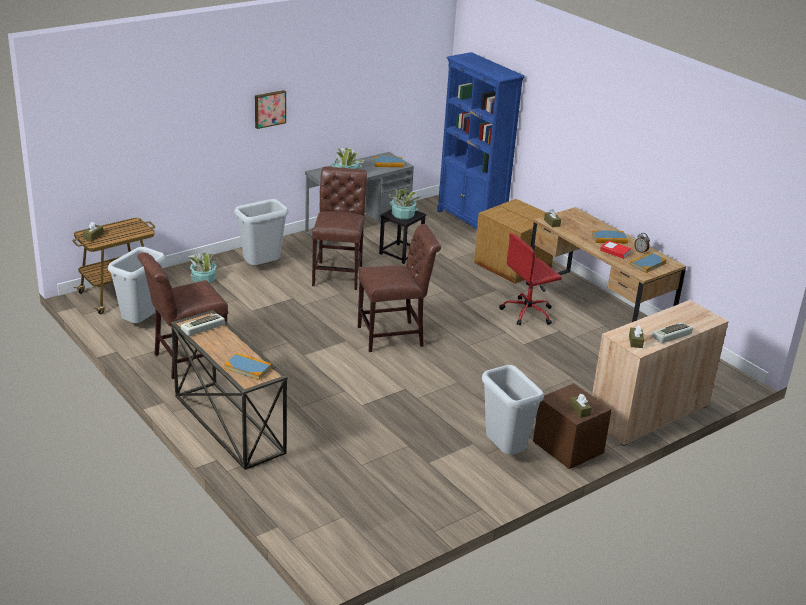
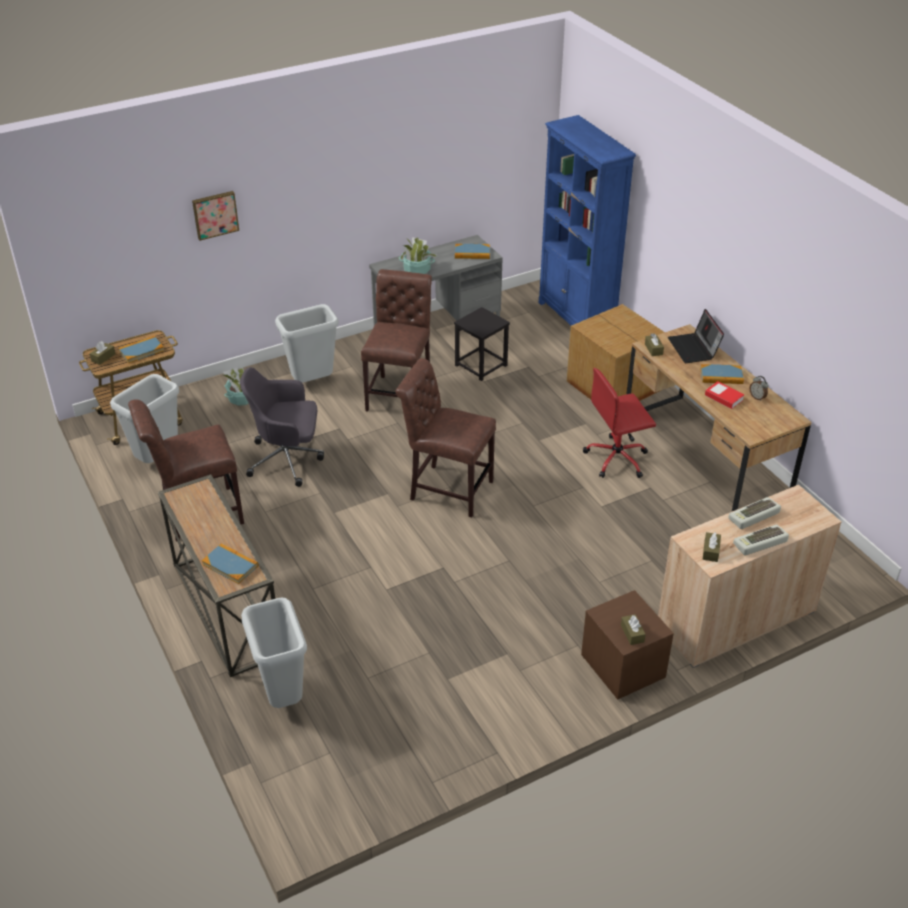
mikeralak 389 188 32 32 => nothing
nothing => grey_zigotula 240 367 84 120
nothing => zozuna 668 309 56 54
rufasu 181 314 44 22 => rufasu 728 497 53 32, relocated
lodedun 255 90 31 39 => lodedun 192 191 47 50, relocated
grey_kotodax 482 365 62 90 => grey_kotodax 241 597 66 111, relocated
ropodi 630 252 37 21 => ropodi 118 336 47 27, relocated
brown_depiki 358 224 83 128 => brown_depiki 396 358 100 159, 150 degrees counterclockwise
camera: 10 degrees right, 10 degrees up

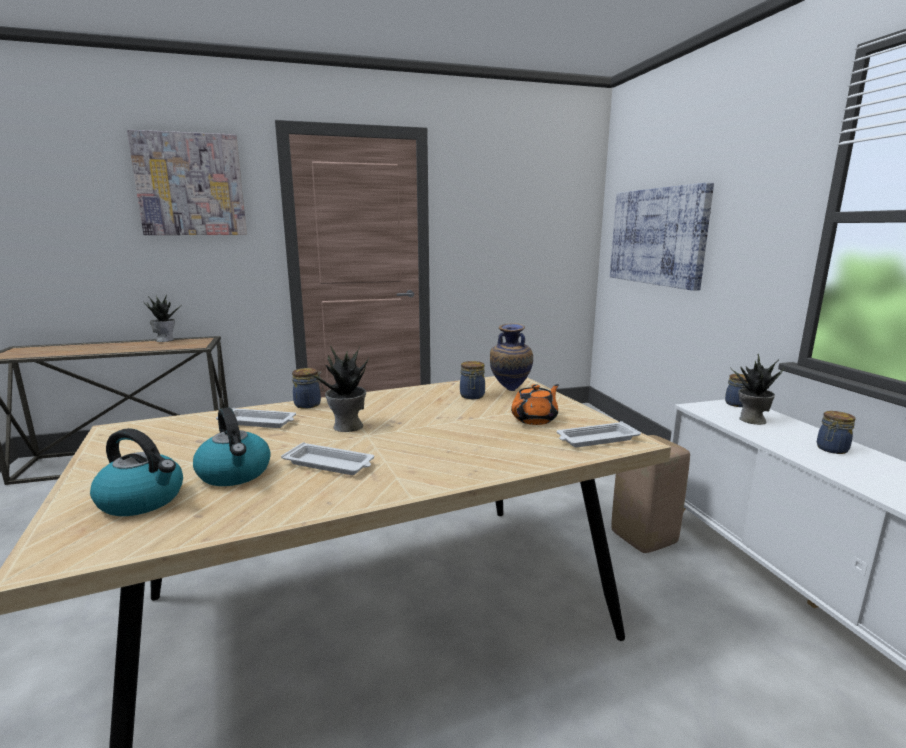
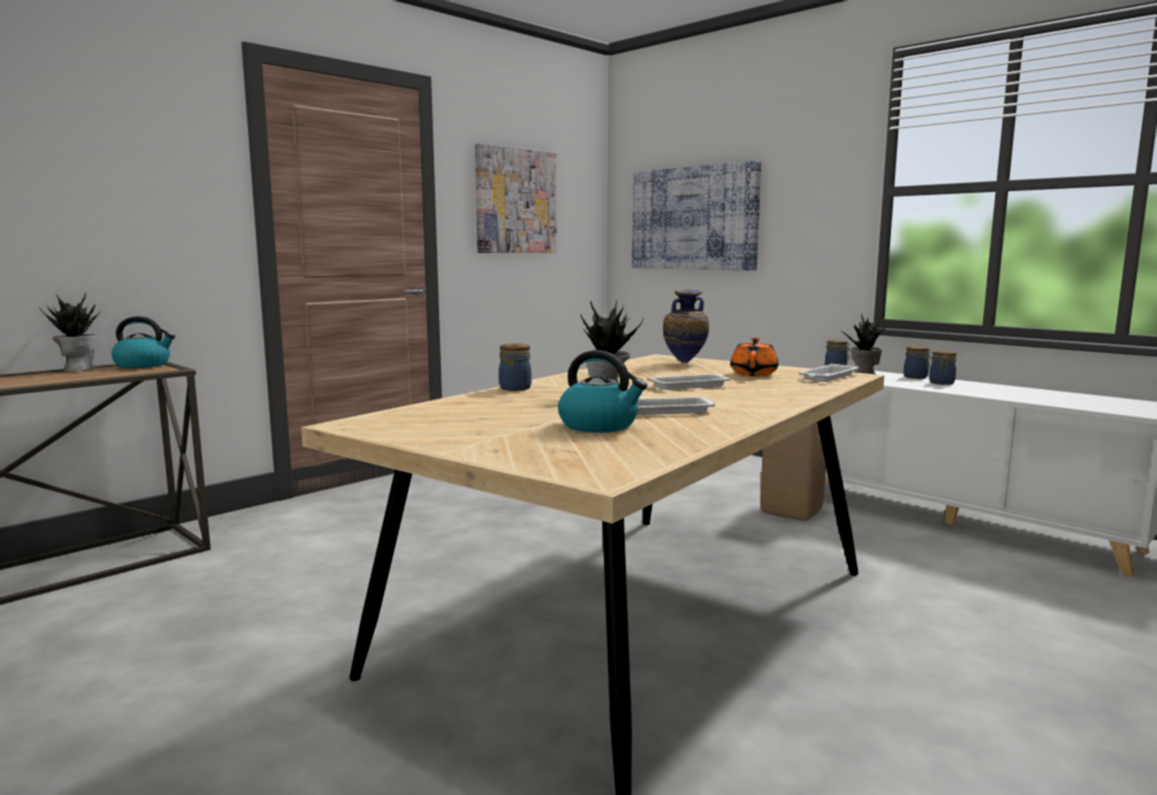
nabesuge 90 428 93 88 => nabesuge 111 316 64 52, relocated
lodedun 127 130 120 105 => lodedun 475 143 82 110, relocated
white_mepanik 216 407 80 21 => white_mepanik 647 374 84 16, relocated
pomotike 460 361 25 38 => pomotike 904 346 26 33, relocated
camera: 30 degrees left, 5 degrees down

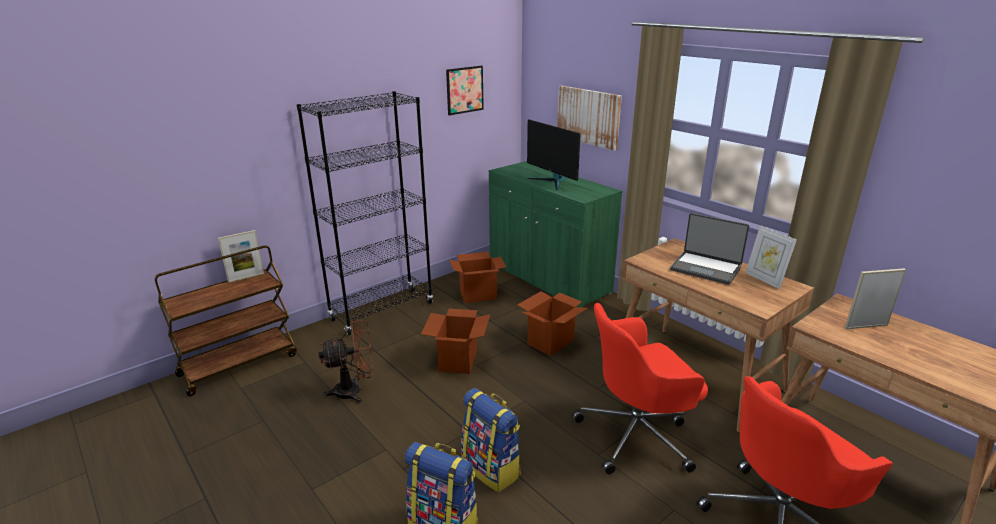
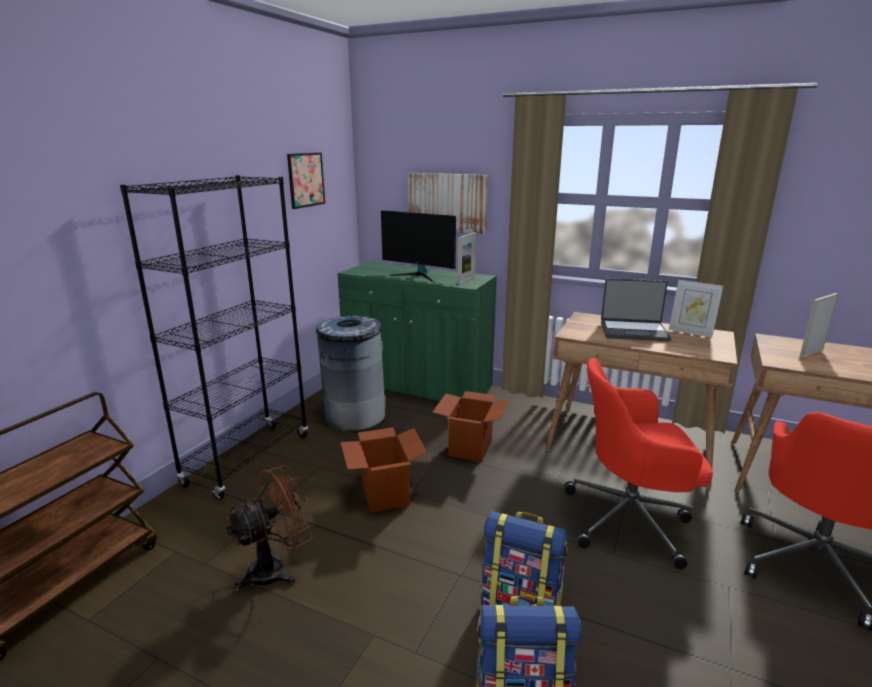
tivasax 218 230 46 53 => tivasax 457 233 19 51, relocated
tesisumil 449 252 57 51 => grey_kotodax 316 316 70 115
red_zigotula 572 303 136 171 => red_zigotula 564 358 149 212, 45 degrees clockwise
camera: 25 degrees left, 5 degrees down

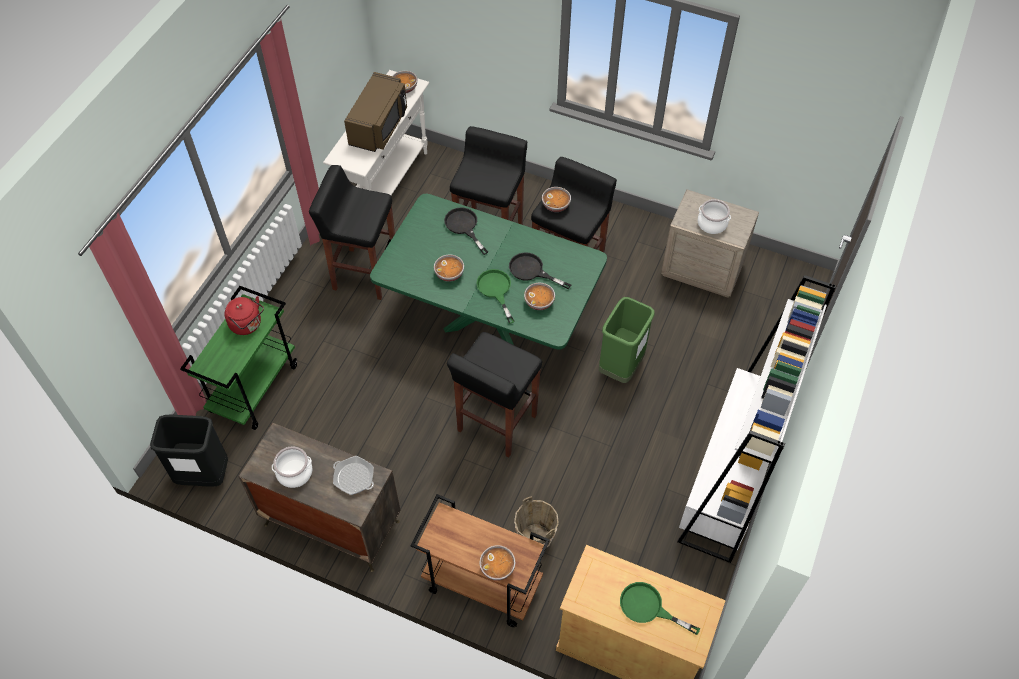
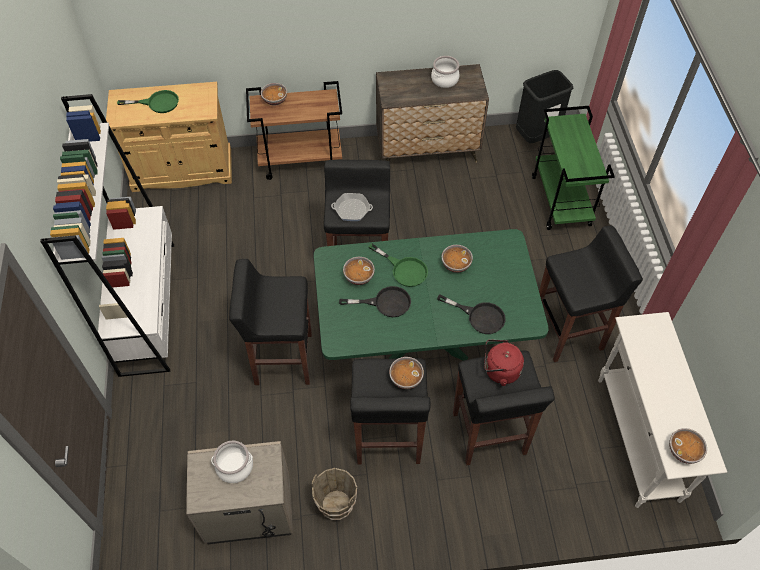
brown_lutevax 344 72 63 80 => nothing
red_nabesuge 224 296 40 39 => red_nabesuge 484 339 40 47, relocated
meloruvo 333 456 41 39 => meloruvo 331 193 42 28, relocated
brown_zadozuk 514 496 45 51 => brown_zadozuk 311 468 46 52, relocated
green_kotodax 599 297 56 86 => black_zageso 229 259 83 126
camera: 150 degrees right, 0 degrees up

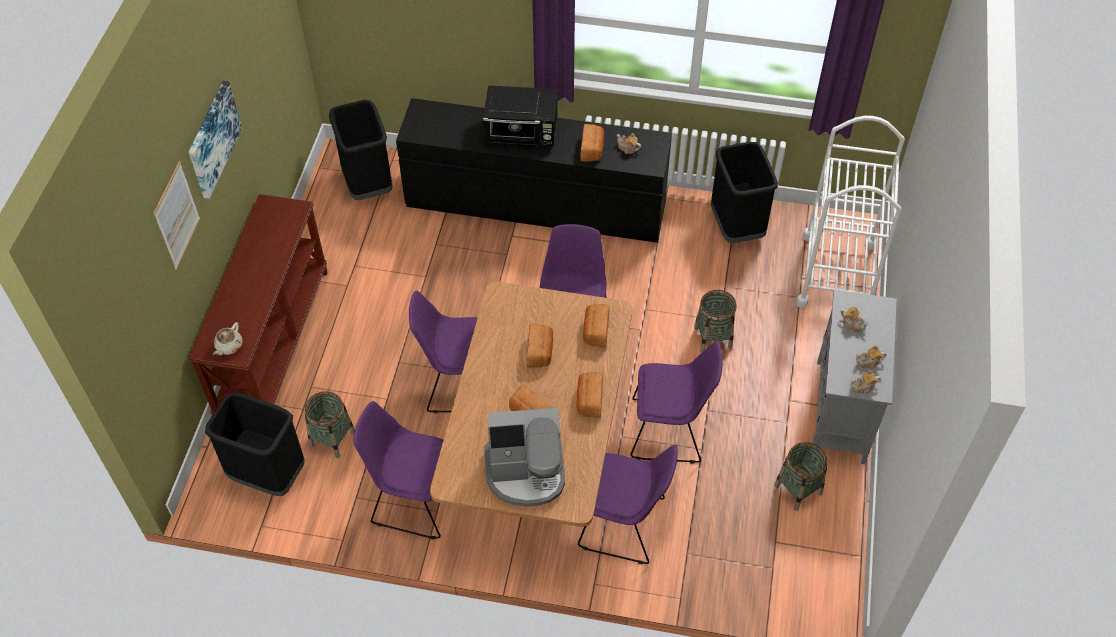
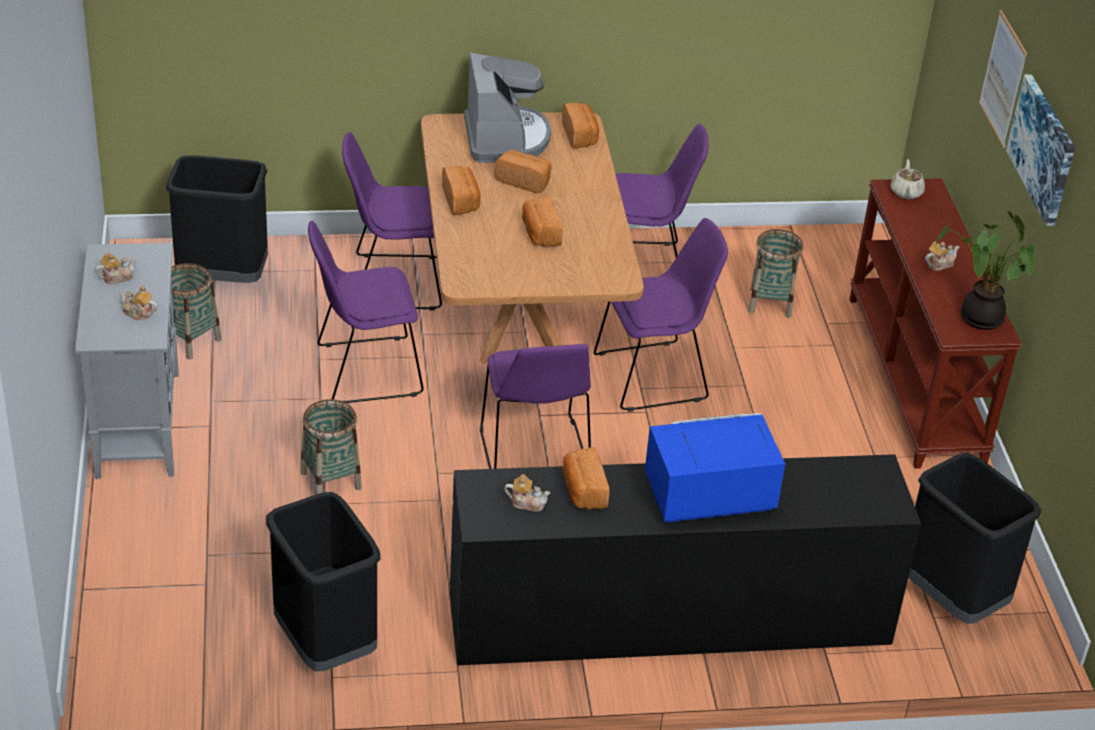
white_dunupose 796 116 109 192 => nothing
nothing => mikeralak 934 211 101 119
black_kotodax 205 393 100 103 => black_kotodax 166 155 102 128, relocated
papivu 583 304 27 43 => papivu 562 103 37 46, relocated
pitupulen 850 370 31 24 => pitupulen 925 241 35 30, relocated
black_lutevax 483 85 75 61 => blue_lutevax 645 413 140 110
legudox 484 408 81 99 => legudox 464 53 87 110, 105 degrees clockwise
camera: 160 degrees right, 15 degrees down

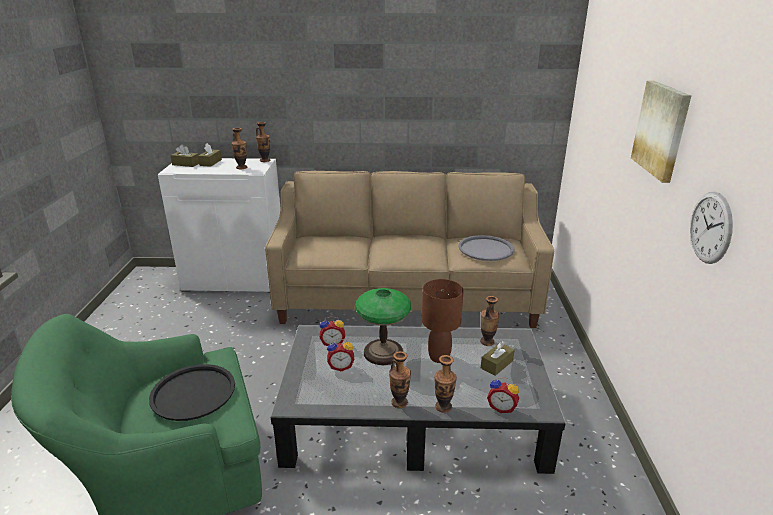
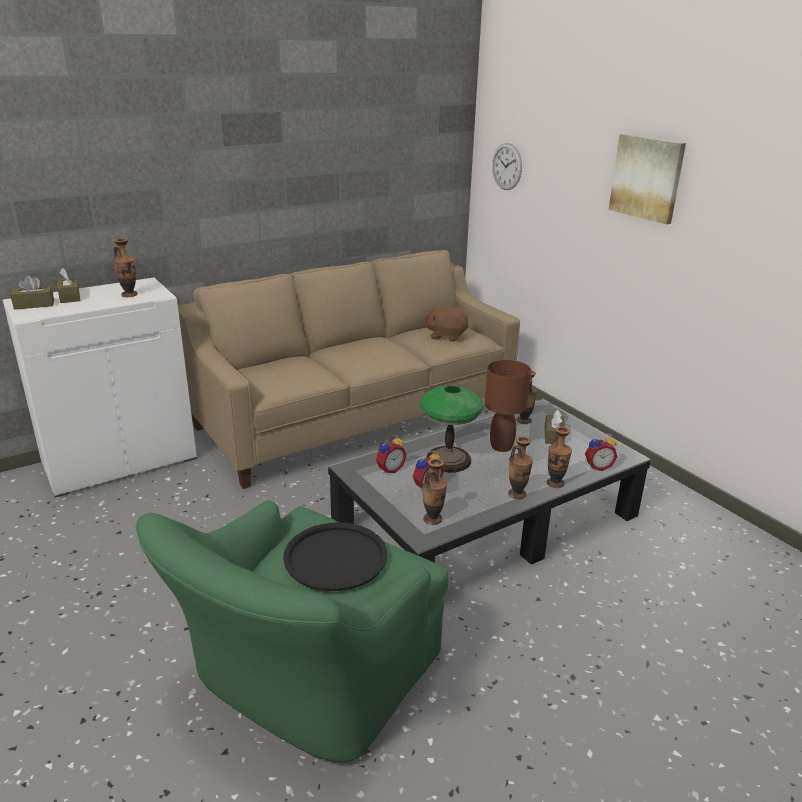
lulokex 256 122 14 40 => lulokex 422 458 25 67, relocated
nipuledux 690 192 43 72 => nipuledux 492 143 30 47, relocated
grey_mepanik 458 235 56 26 => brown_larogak 423 305 46 37
camera: 35 degrees left, 0 degrees up

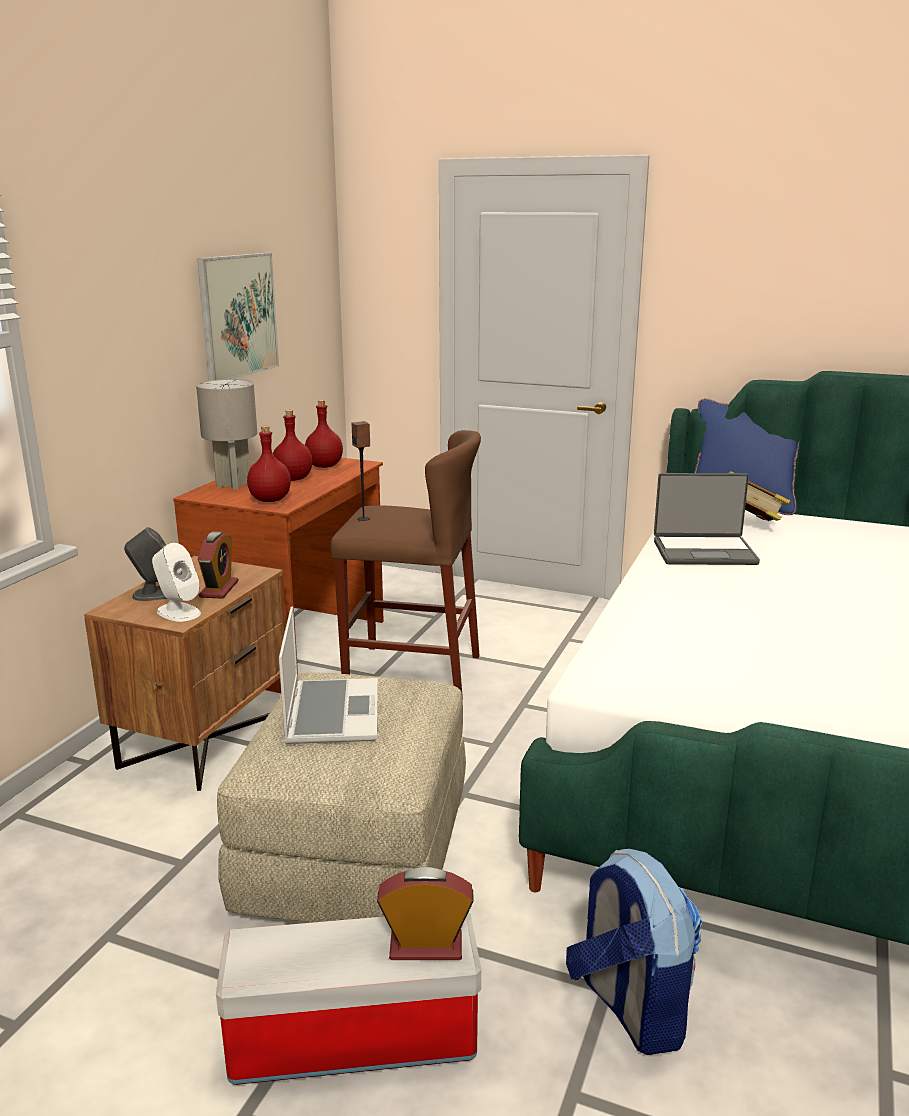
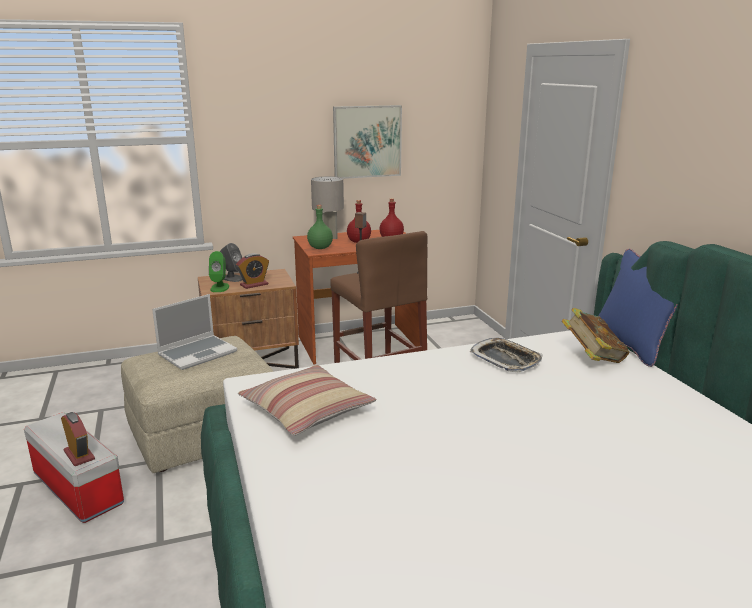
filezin 566 849 137 206 => nothing
nothing => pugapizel 238 365 139 71
zozuna 654 473 106 92 => mepanik 470 338 73 34
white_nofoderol 152 543 49 79 => green_nofoderol 209 251 20 41
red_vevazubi 247 426 44 76 => green_vevazubi 307 205 26 44
camera: 50 degrees right, 0 degrees up

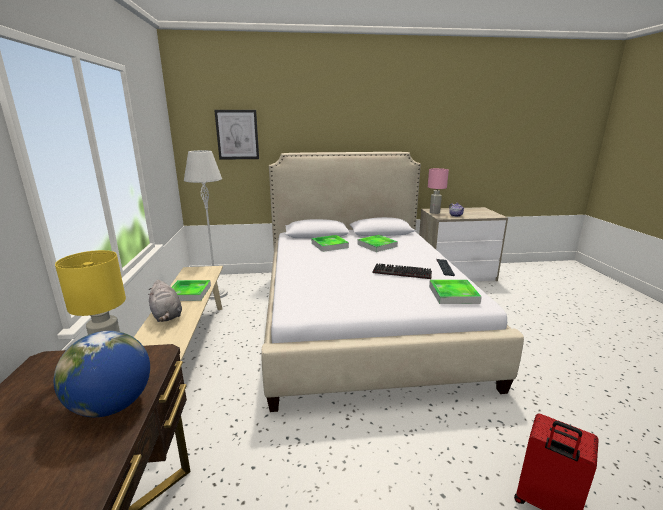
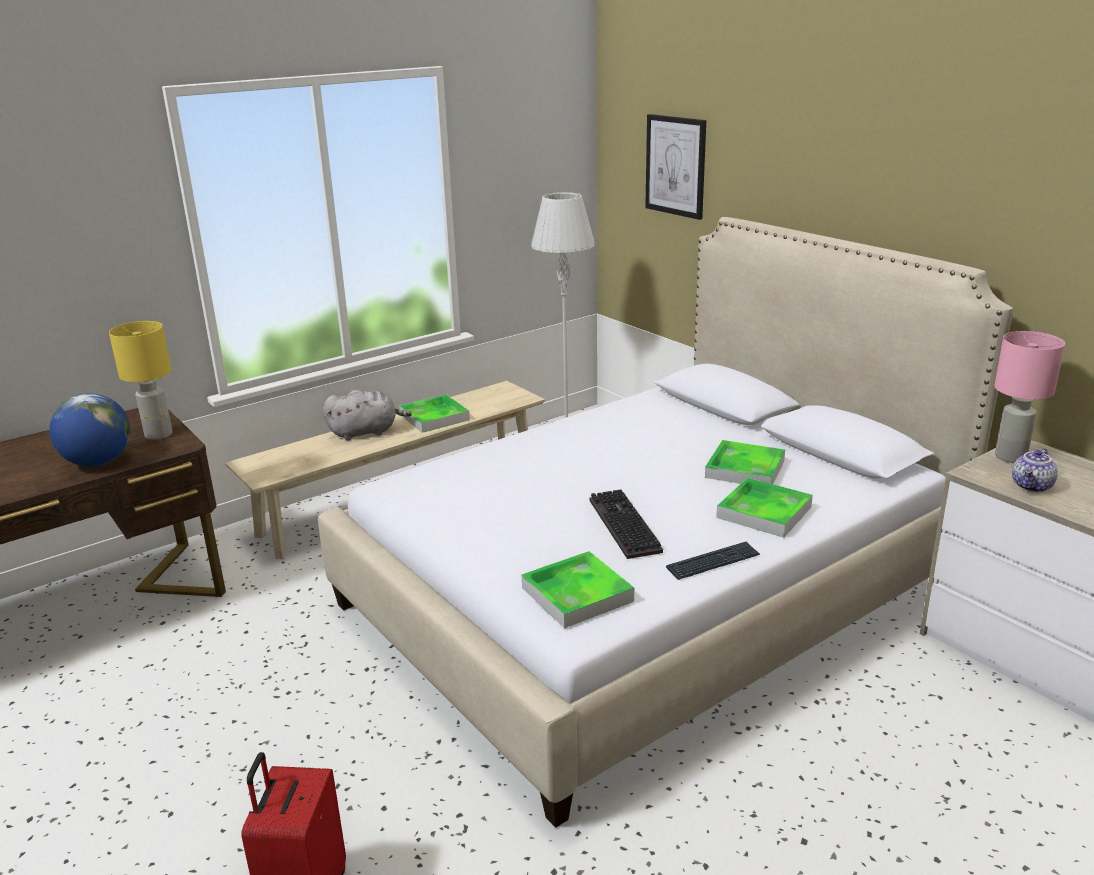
mepanik 312 235 37 17 => mepanik 716 478 97 60, relocated
grey_larogak 148 280 34 42 => grey_larogak 323 390 89 50, 135 degrees counterclockwise
camera: 60 degrees right, 5 degrees up

